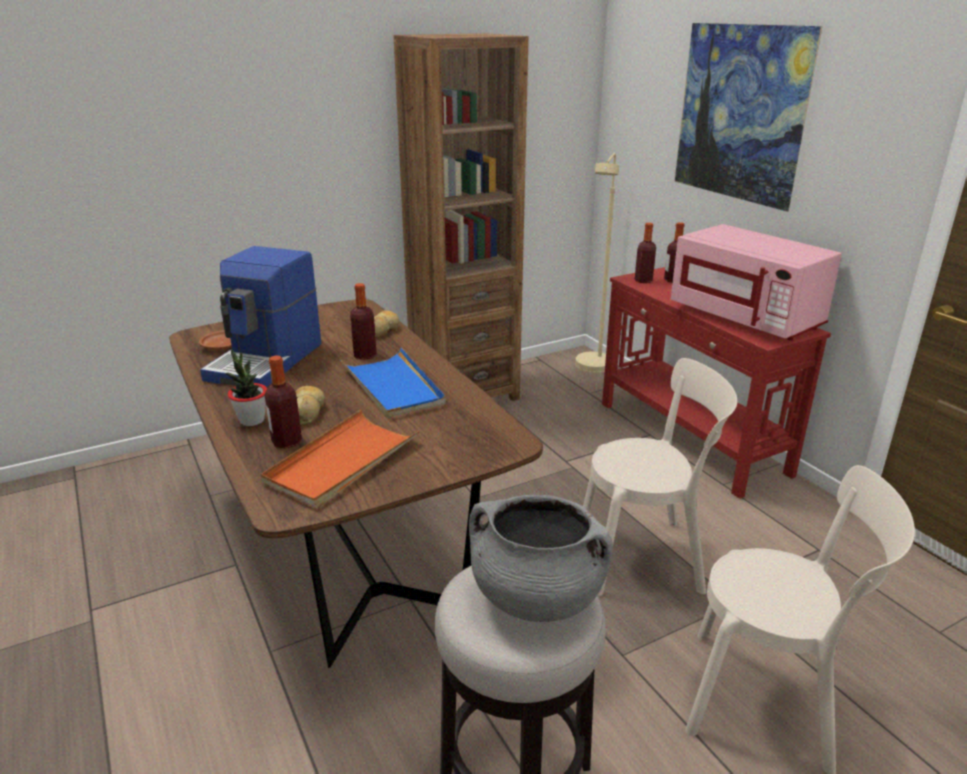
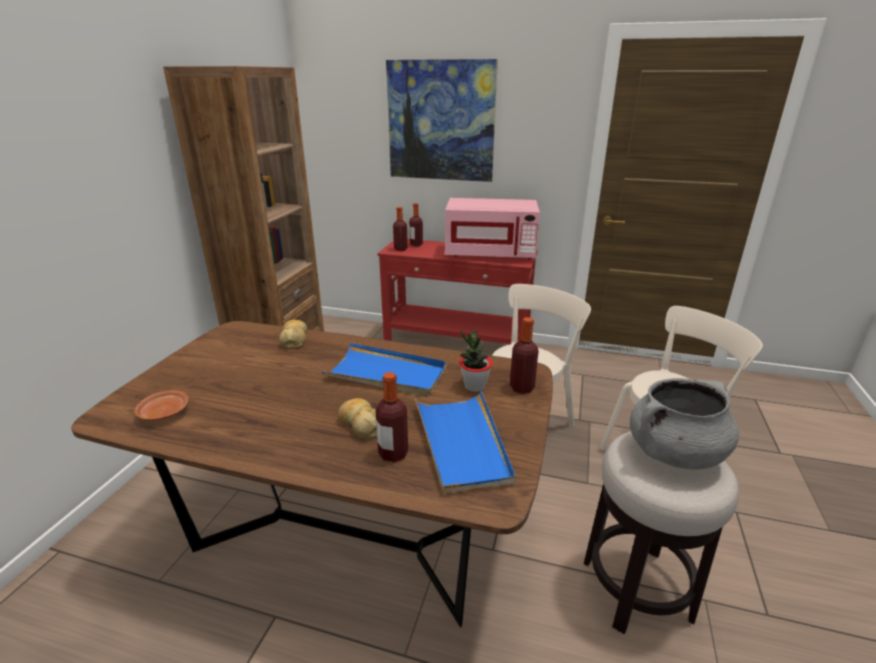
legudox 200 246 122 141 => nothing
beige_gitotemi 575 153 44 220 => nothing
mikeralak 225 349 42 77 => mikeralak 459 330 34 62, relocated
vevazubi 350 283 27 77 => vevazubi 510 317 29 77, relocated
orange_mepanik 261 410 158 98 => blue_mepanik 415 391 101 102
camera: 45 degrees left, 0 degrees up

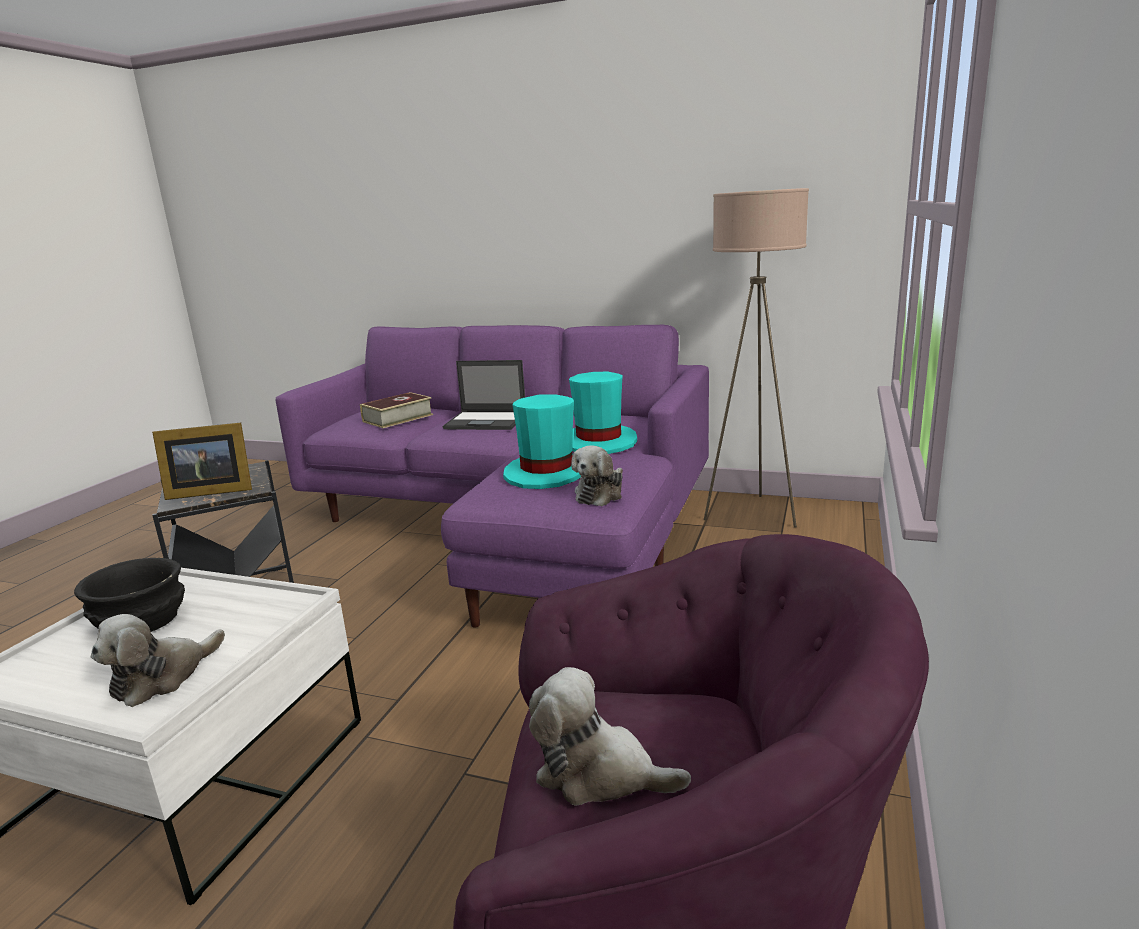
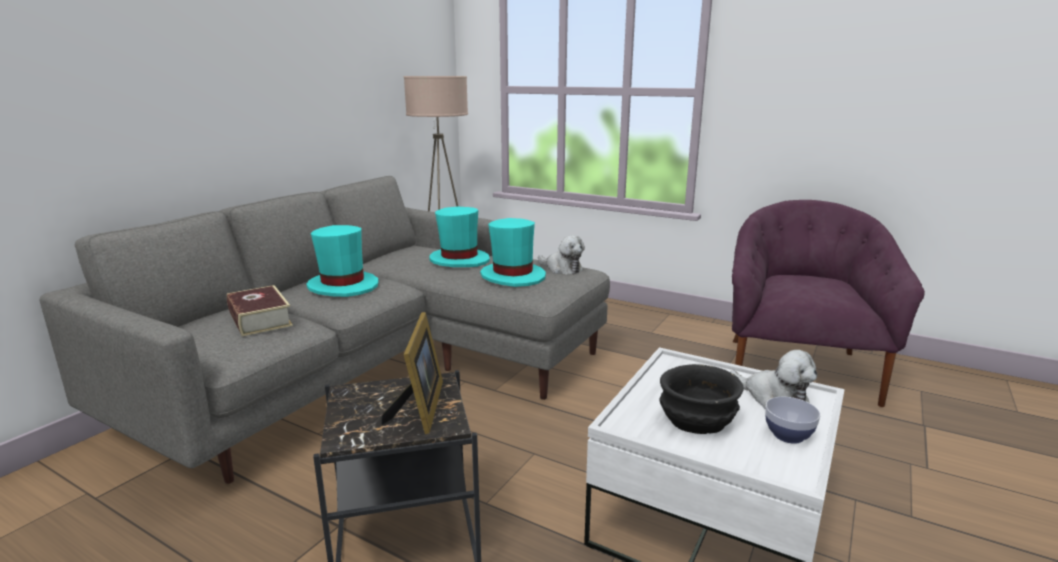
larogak 529 667 162 138 => nothing
nothing => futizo 765 397 55 47
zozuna 443 360 82 70 => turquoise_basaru 306 225 73 72
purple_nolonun 276 325 433 303 => grey_nolonun 39 176 571 308
camera: 80 degrees left, 0 degrees up

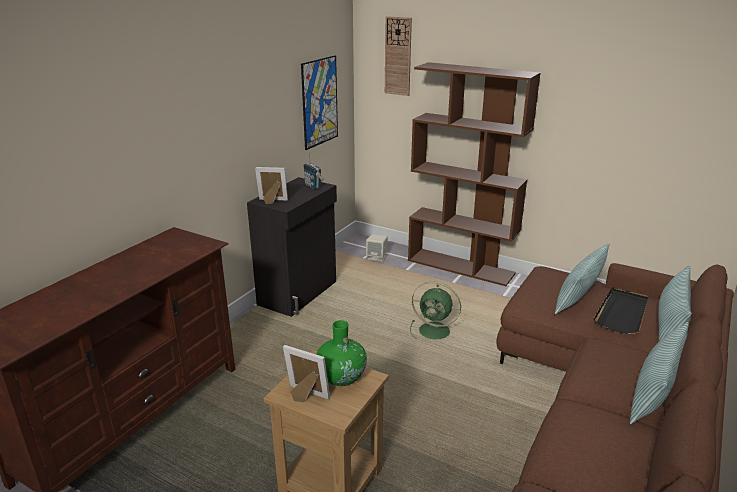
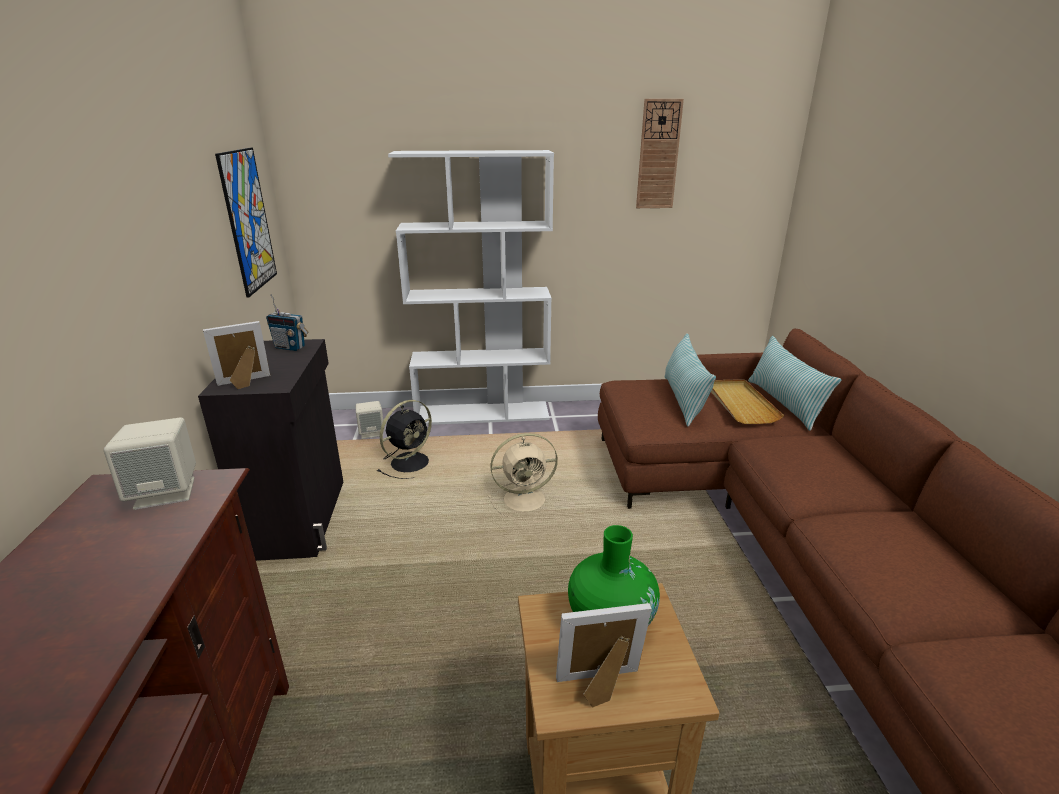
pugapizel 630 322 59 102 => nothing
nothing => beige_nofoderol 104 417 92 93
nothing => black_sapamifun 377 400 55 79
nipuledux 385 16 27 80 => nipuledux 636 99 48 109, relocated
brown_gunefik 408 62 133 224 => white_gunefik 388 150 166 275
green_sapamifun 410 281 51 58 => beige_sapamifun 488 433 70 85
black_mepanik 594 287 54 47 => beige_mepanik 711 379 73 45
camera: 35 degrees left, 0 degrees up

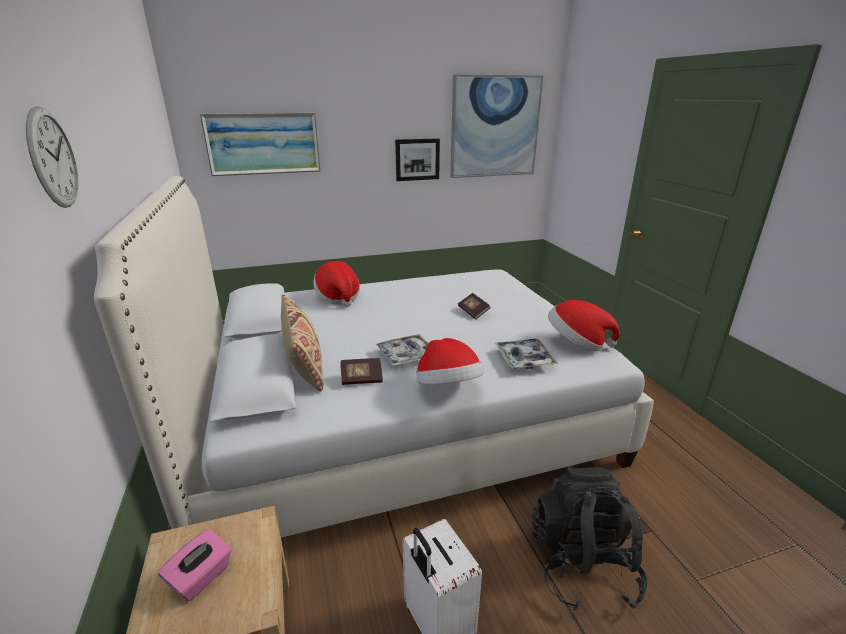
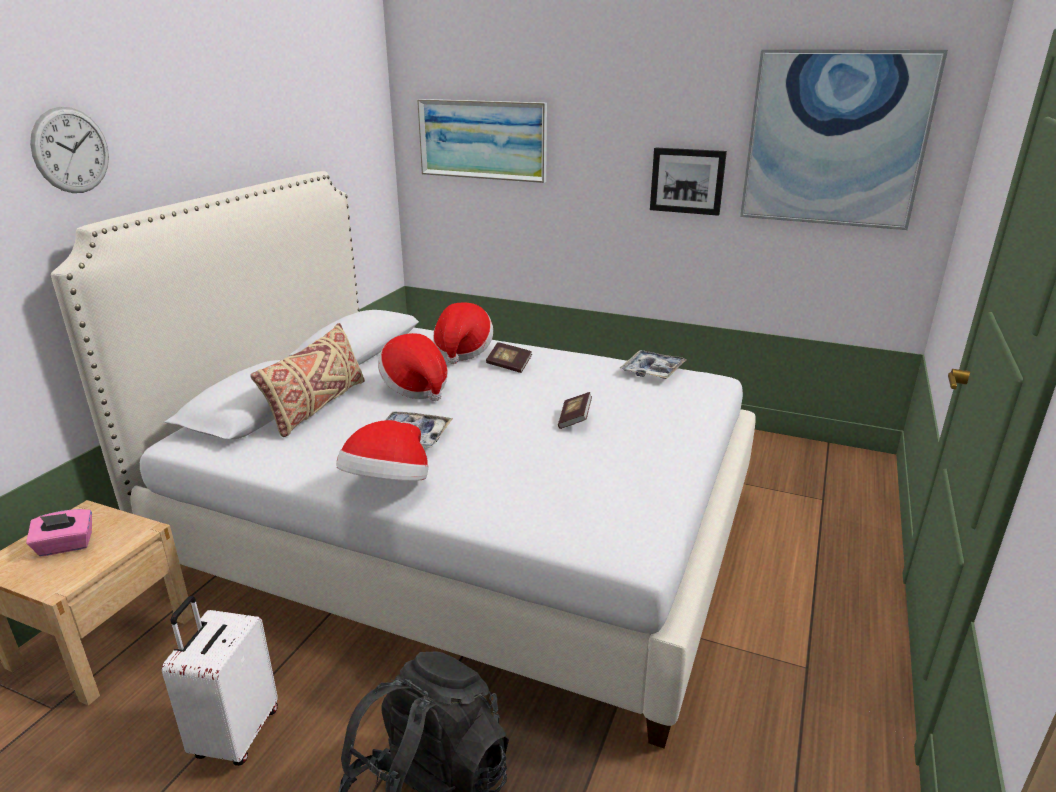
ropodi 340 358 43 27 => ropodi 486 342 46 31, relocated
mepanik 495 339 63 31 => mepanik 620 350 66 29, relocated
basaru 548 300 72 52 => basaru 378 333 70 68, relocated
camera: 40 degrees right, 0 degrees up

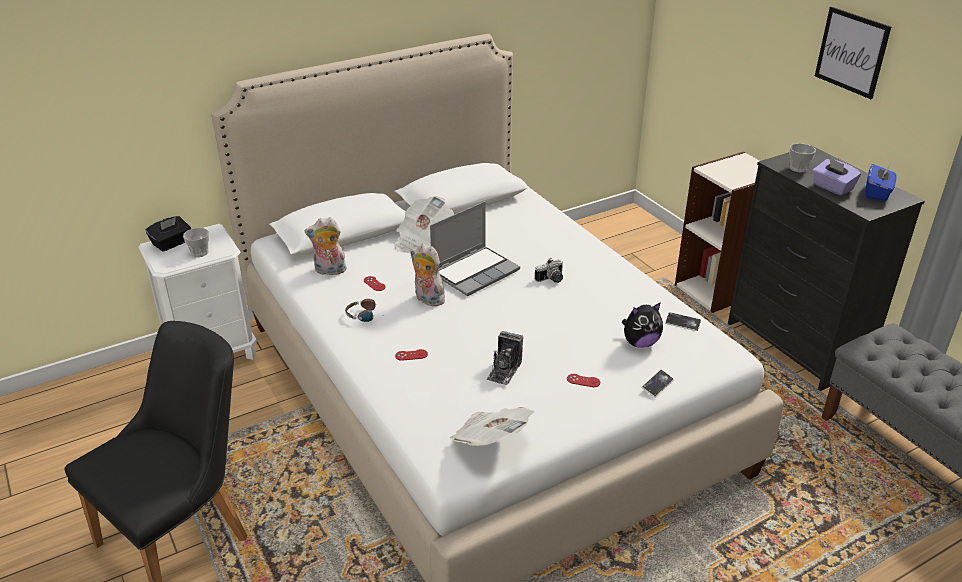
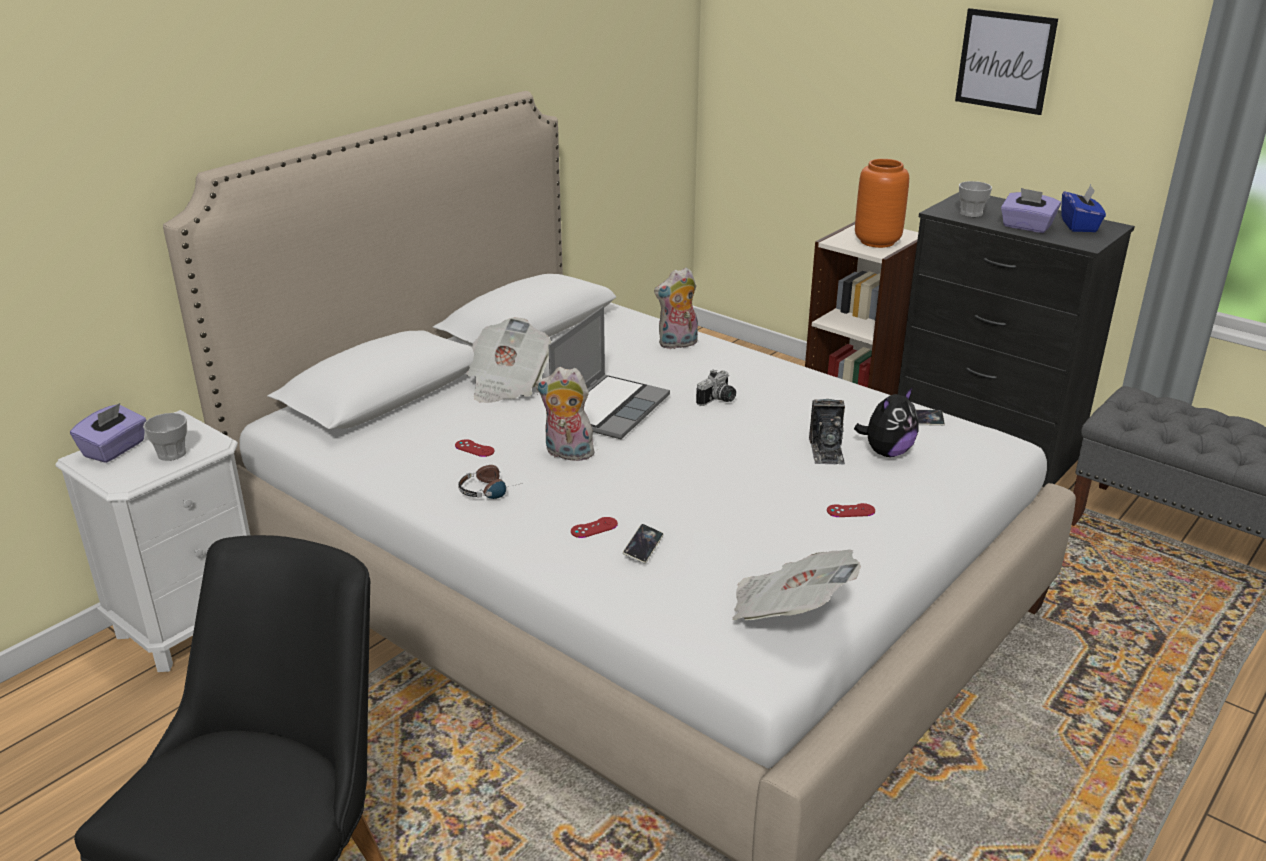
nothing => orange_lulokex 855 159 54 89
larogak 305 217 42 58 => larogak 654 267 44 82, relocated
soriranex 486 331 37 54 => soriranex 809 399 36 66, relocated
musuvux 642 370 32 27 => musuvux 623 524 41 40, relocated
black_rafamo 145 216 46 36 => purple_rafamo 70 403 76 60
camera: 20 degrees left, 5 degrees down

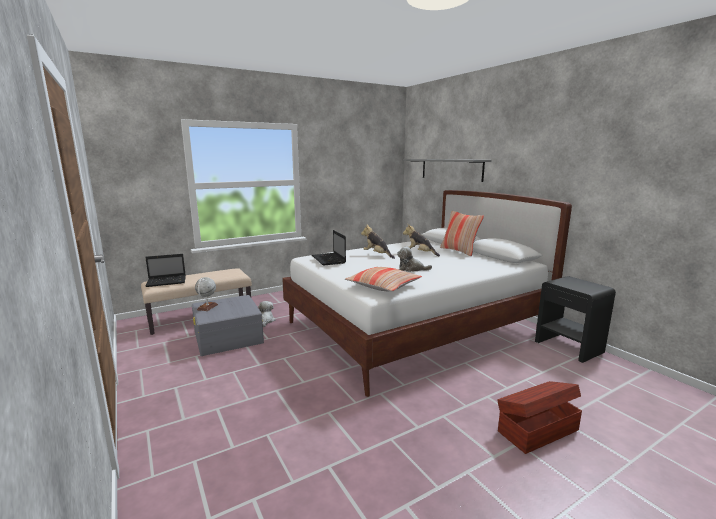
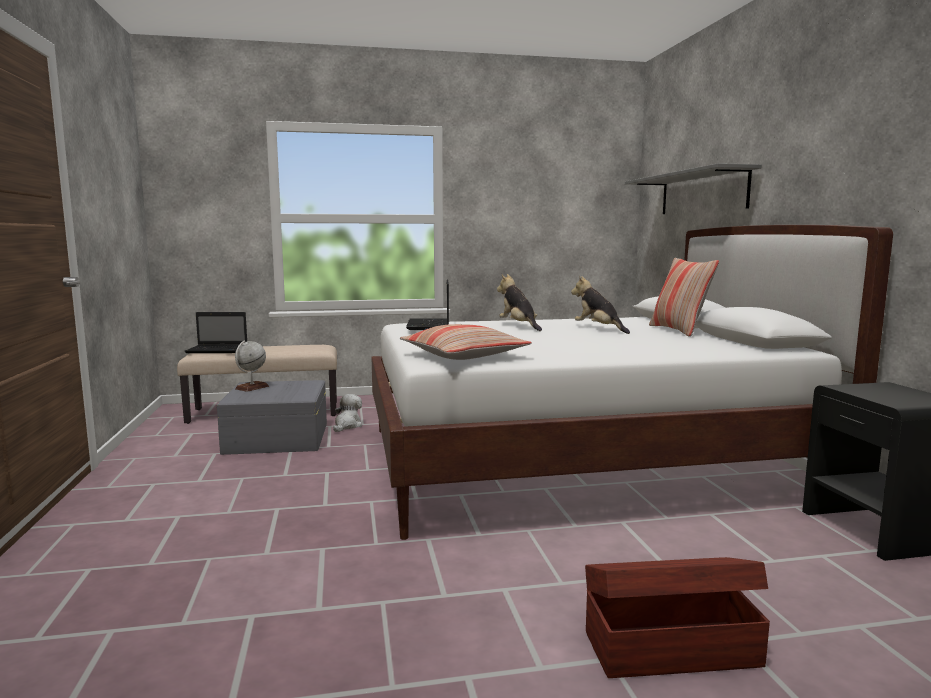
larogak 397 246 35 26 => nothing
camera: 20 degrees right, 5 degrees down

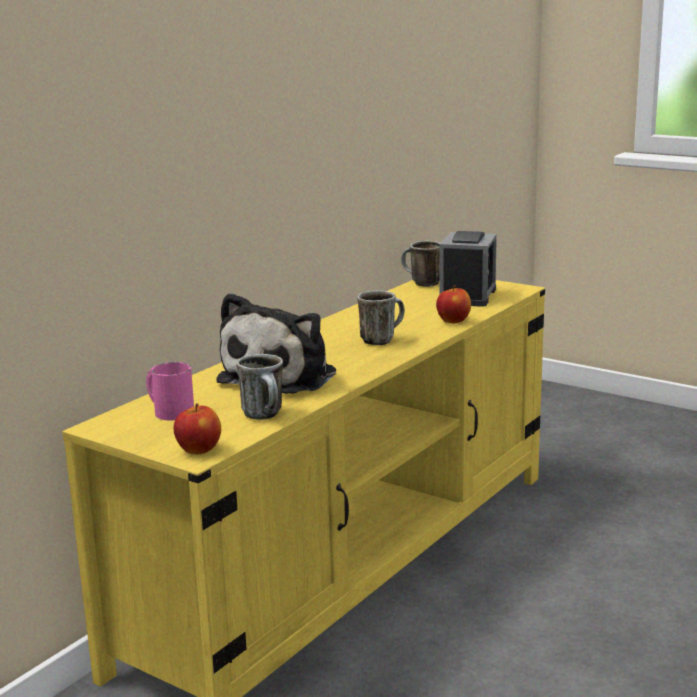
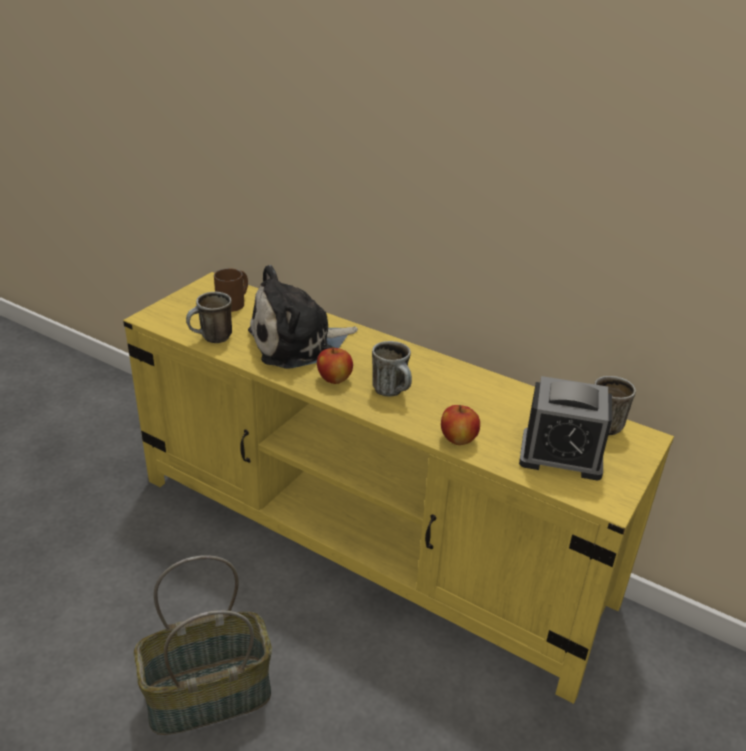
nothing => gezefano 134 555 138 180
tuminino 173 403 48 51 => tuminino 317 347 36 37, relocated
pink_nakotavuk 146 362 48 58 => brown_nakotavuk 214 268 34 44
larogak 216 293 120 101 => larogak 248 265 110 104, 45 degrees counterclockwise
camera: 85 degrees right, 15 degrees up

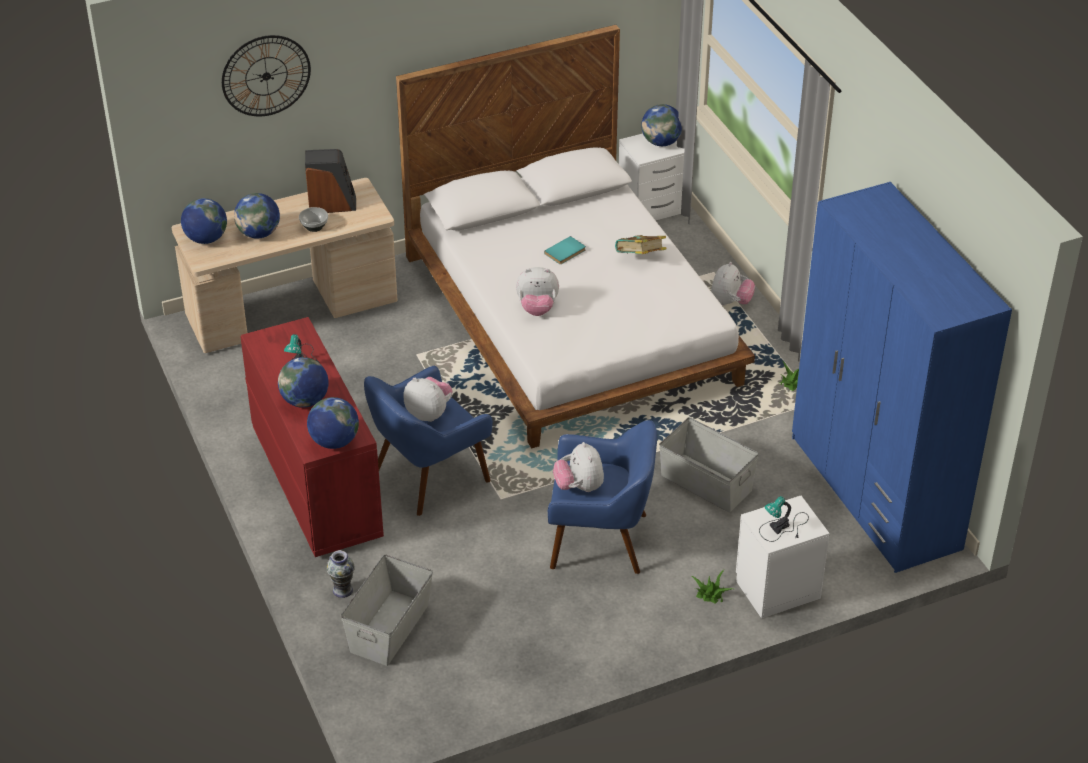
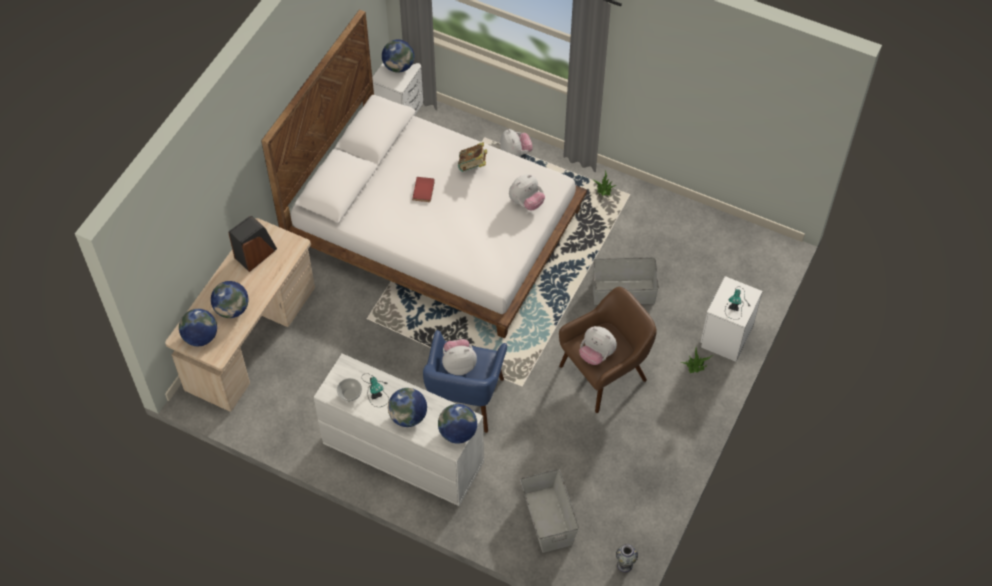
nipuledux 222 35 89 81 => nothing
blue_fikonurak 792 182 220 391 => nothing
futizo 299 207 29 25 => futizo 337 378 25 23, relocated
lulokex 326 550 29 48 => lulokex 616 544 22 29, relocated
larogak 516 267 43 49 => larogak 509 174 36 36, relocated
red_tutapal 240 317 144 240 => white_tutapal 314 354 170 152
turquoise_ropodi 544 236 42 28 => red_ropodi 412 177 23 25
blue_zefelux 548 420 109 154 => brown_zefelux 559 287 98 126
camera: 40 degrees left, 15 degrees up

